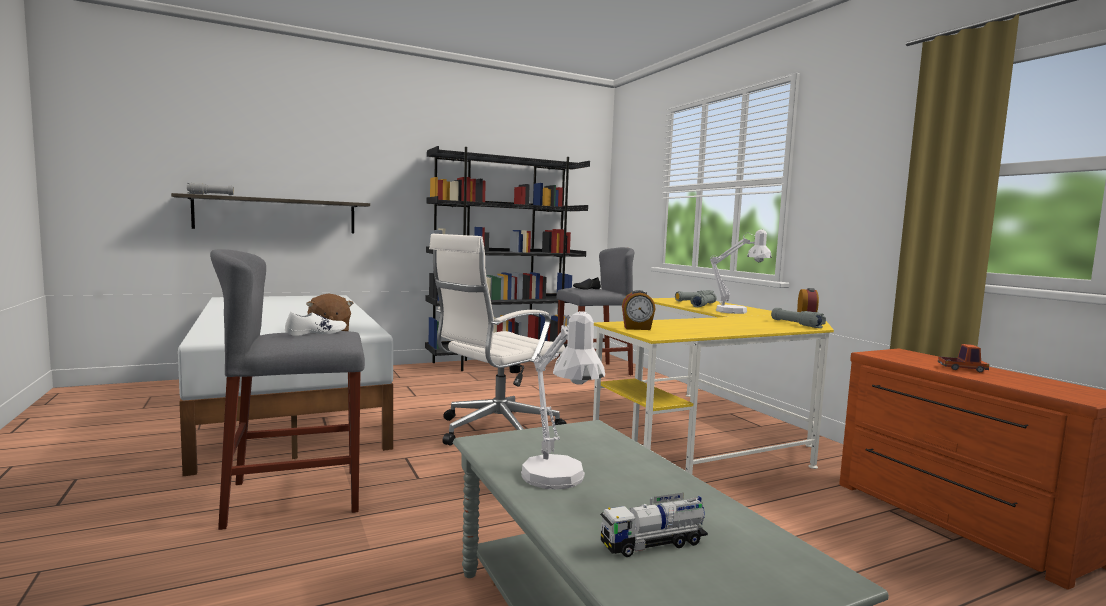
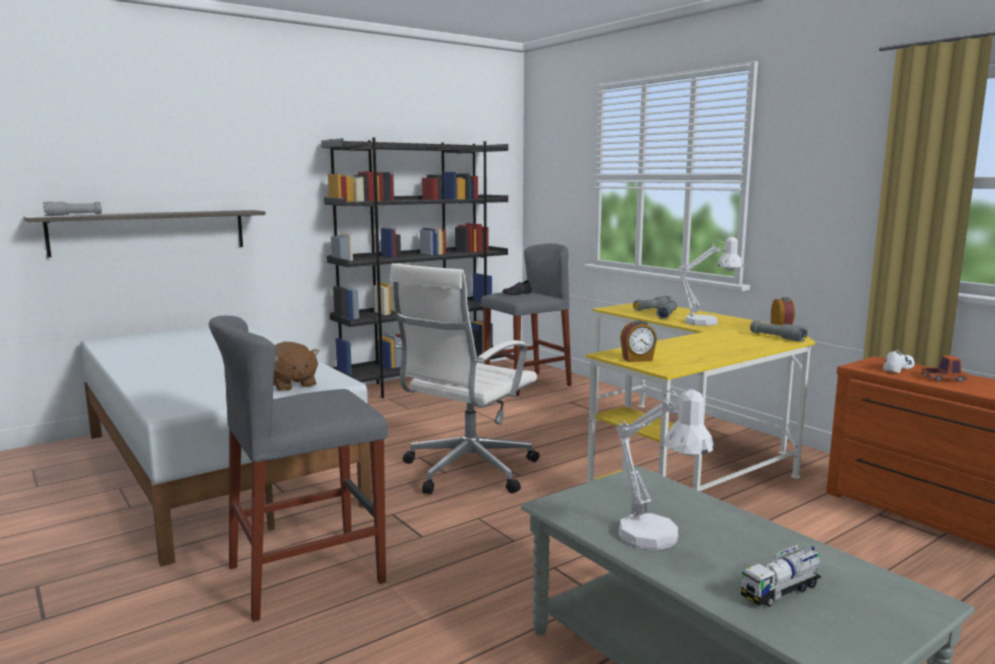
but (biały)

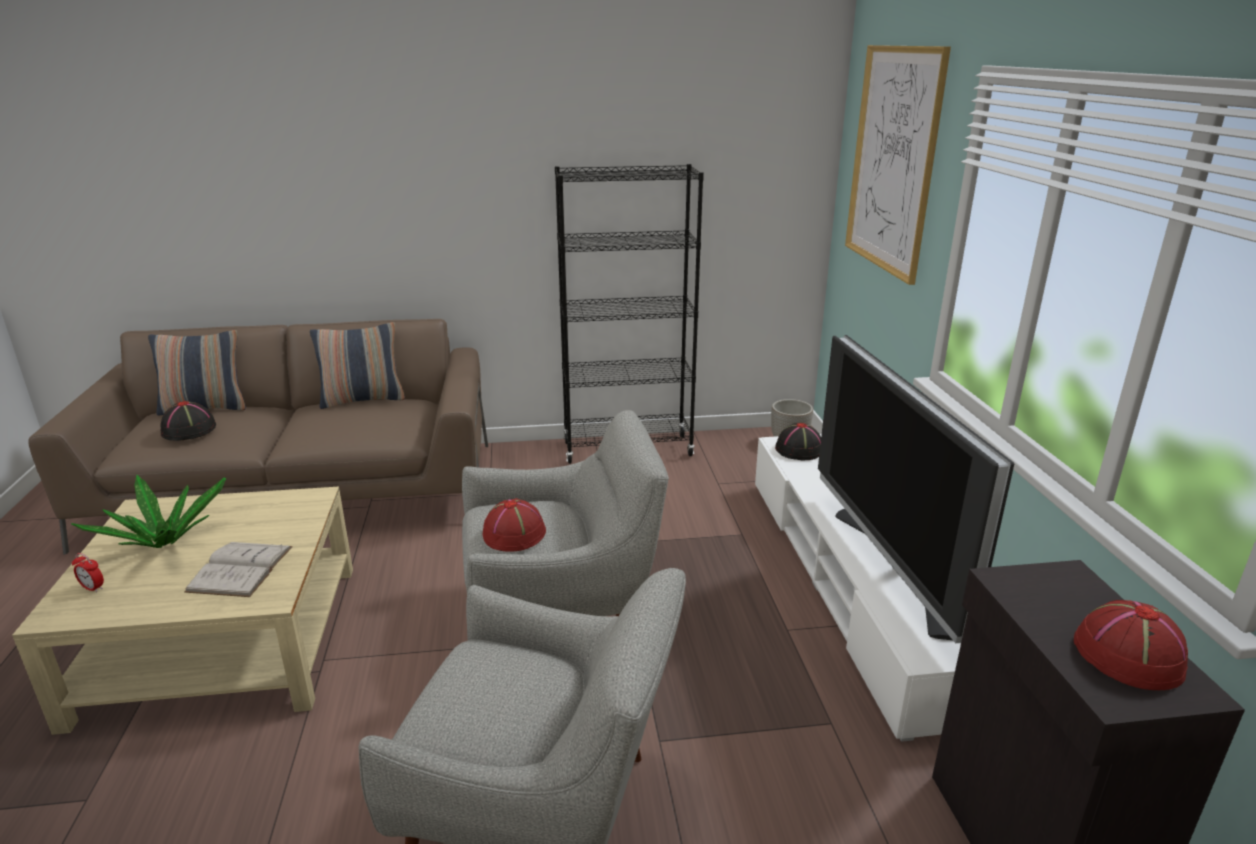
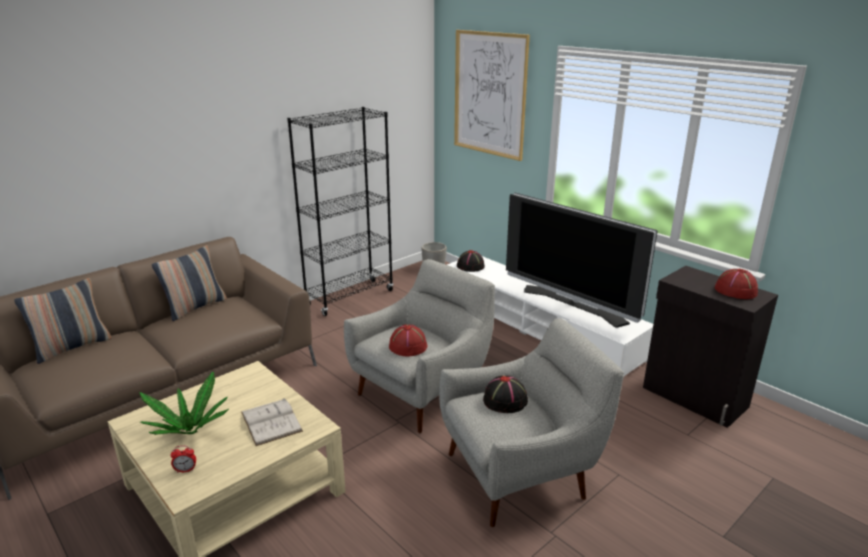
kapelusz (czarny) (no. 2 from left)

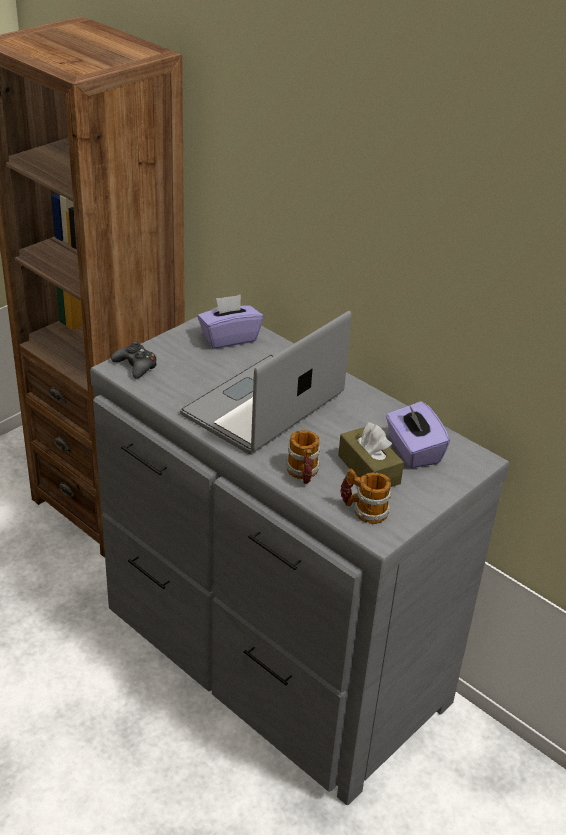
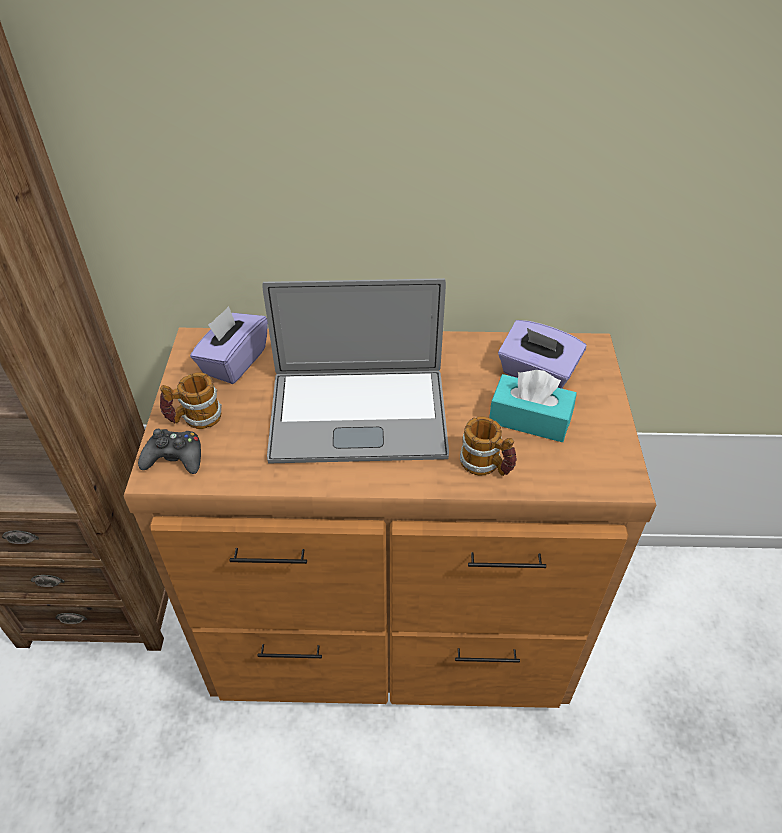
komoda (brązowy)
kubek (no. 1 from left)
laptop
pudełko chusteczek (turkusowy)

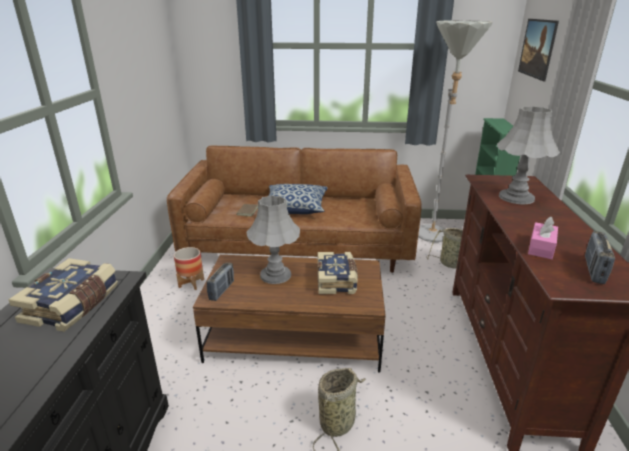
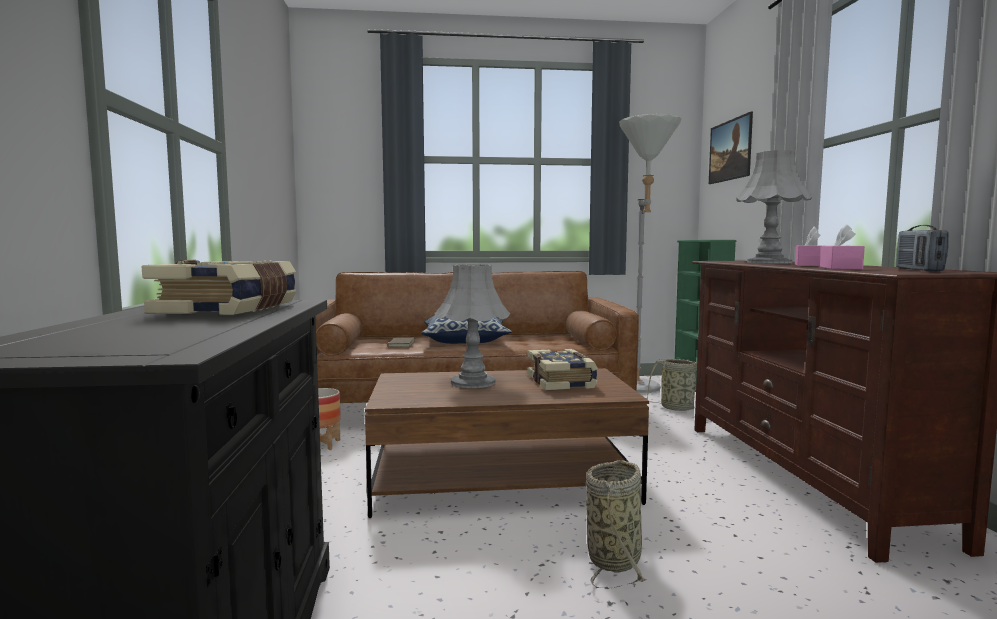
pudełko chusteczek (różowy) (no. 1 from left)
radio (no. 1 from left in the first image)

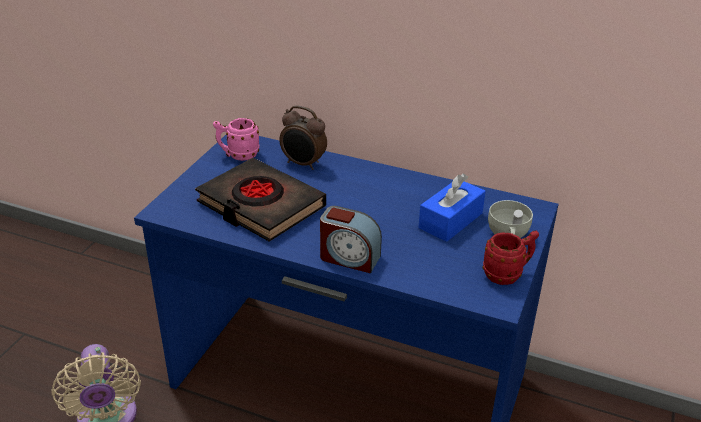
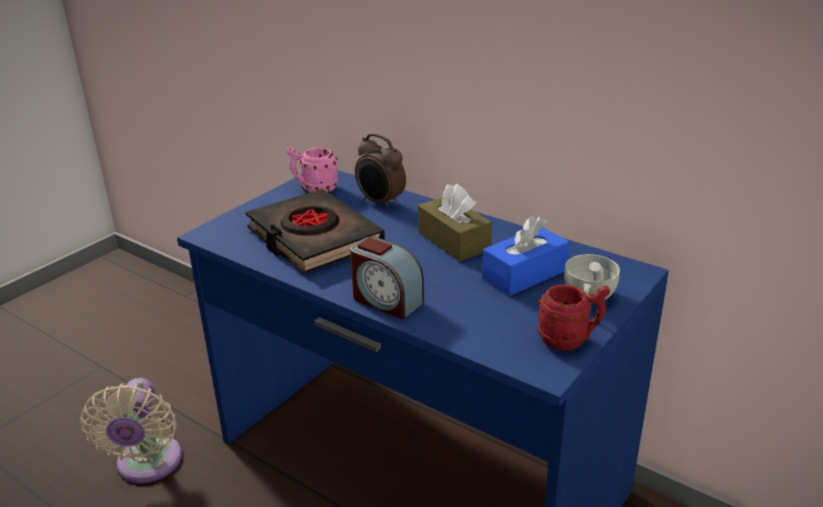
pudełko chusteczek (brązowy)

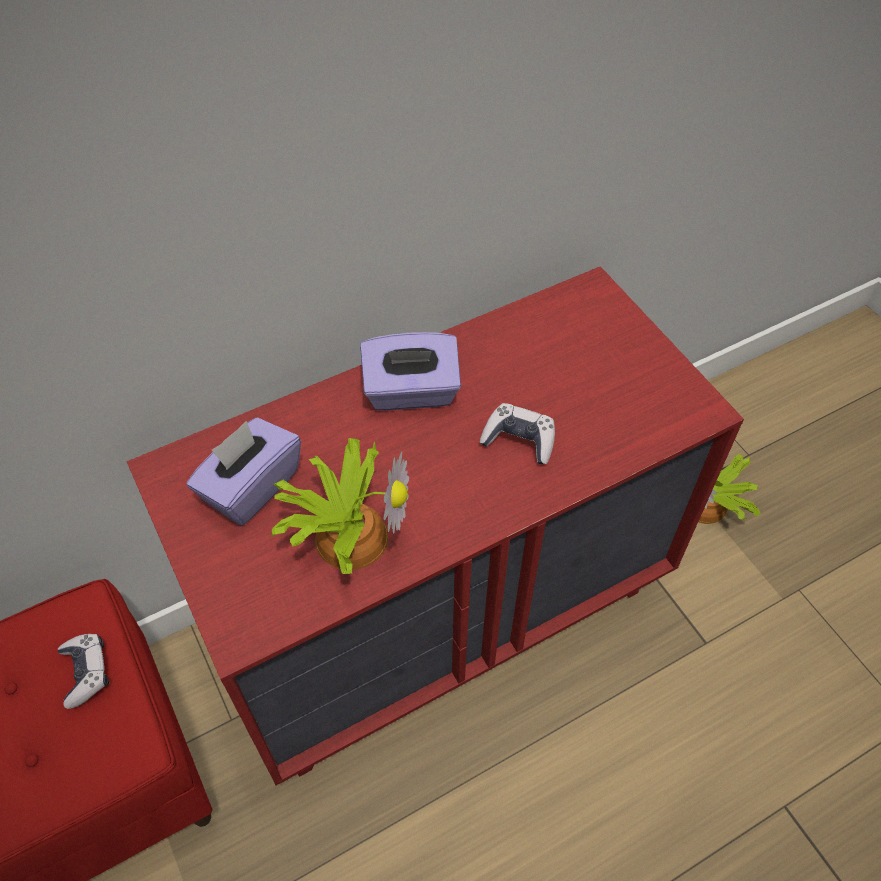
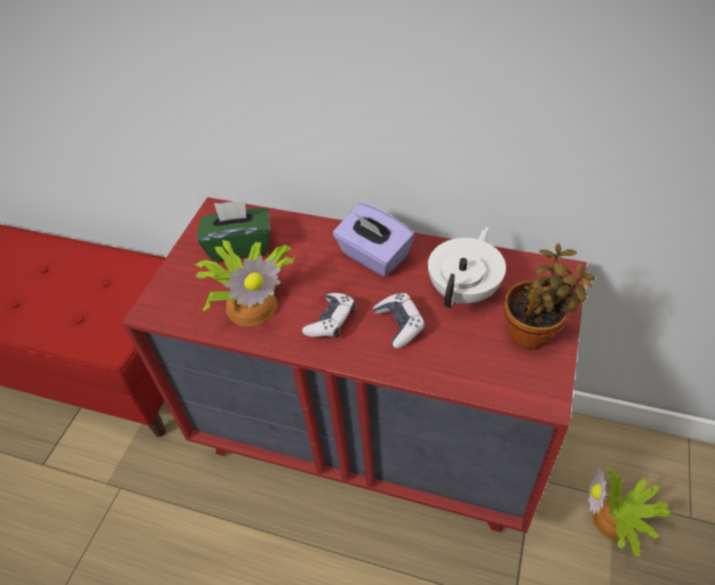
pudełko chusteczek (zielony)
pad do gier (no. 1 from left)
imbryk (biały)
roślina doniczkowa (no. 2 from left)

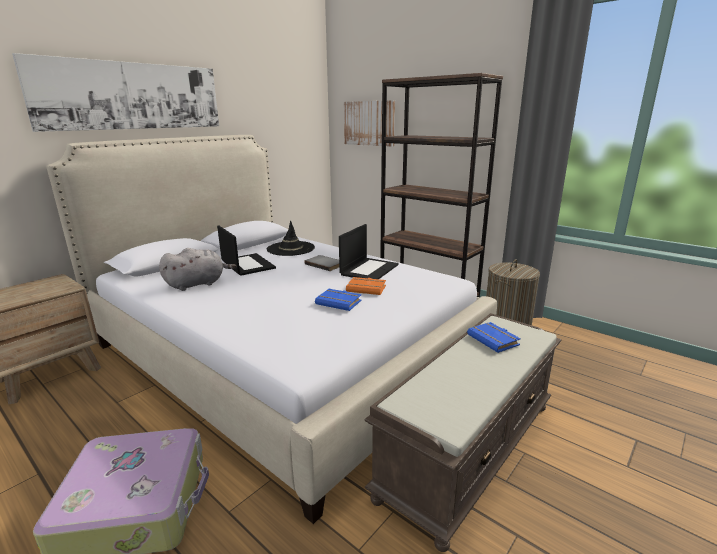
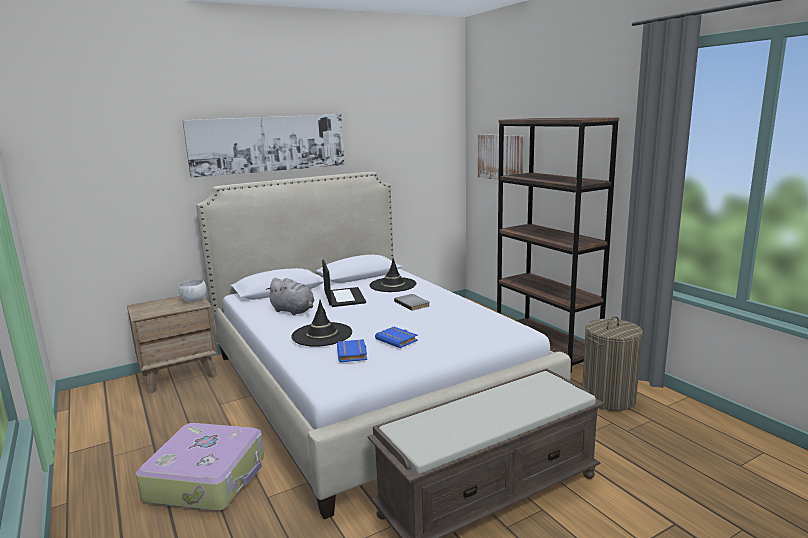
miska (biały)
pluszak (szary)
kapelusz (czarny) (no. 1 from left)
książka (niebieski) (no. 1 from left)
laptop (no. 2 from left in the first image)
książka (pomarańczowy)

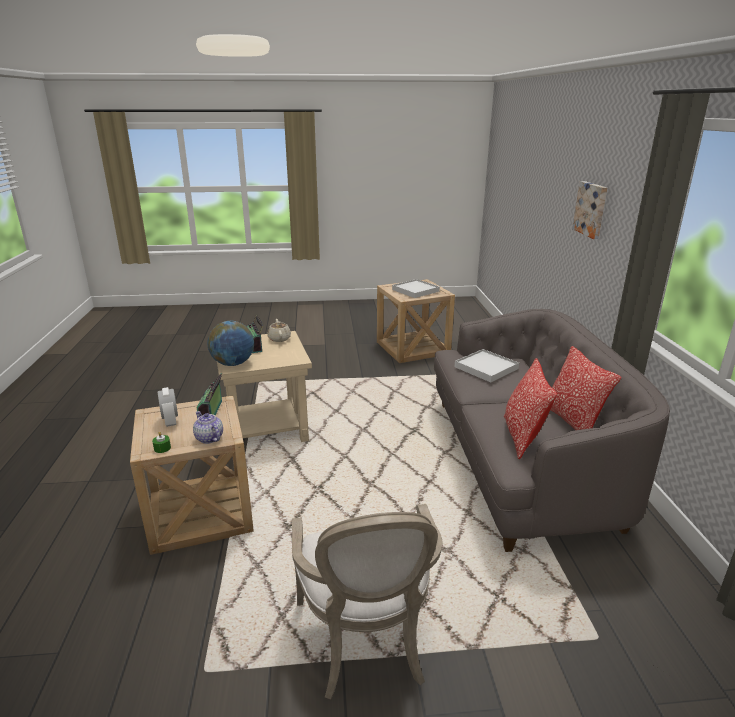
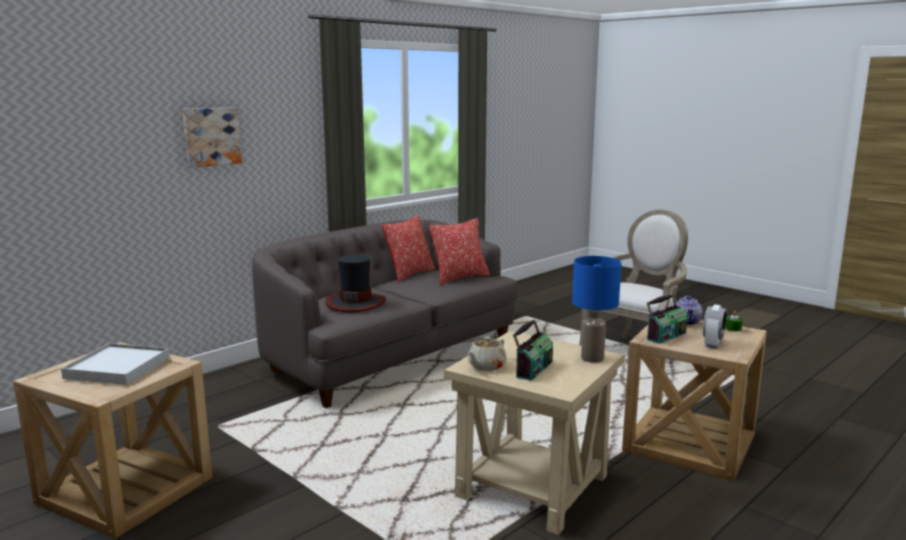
kapelusz
lampa stołowa (niebieski)

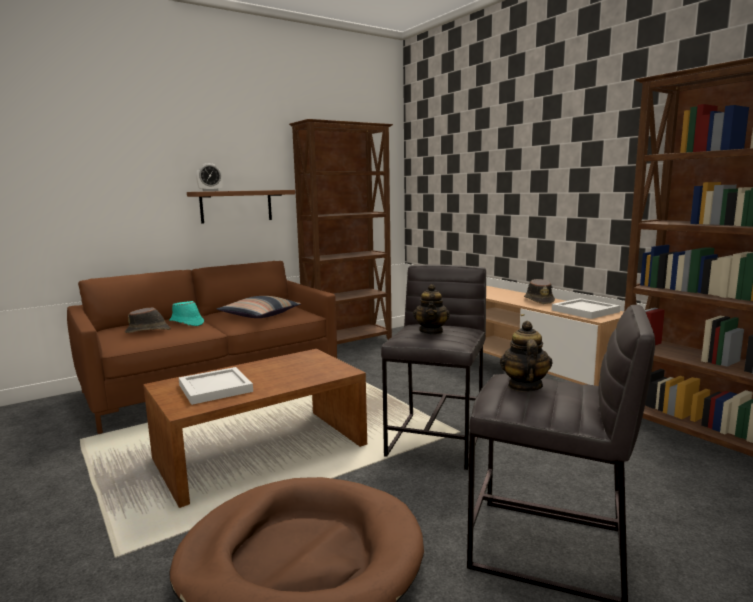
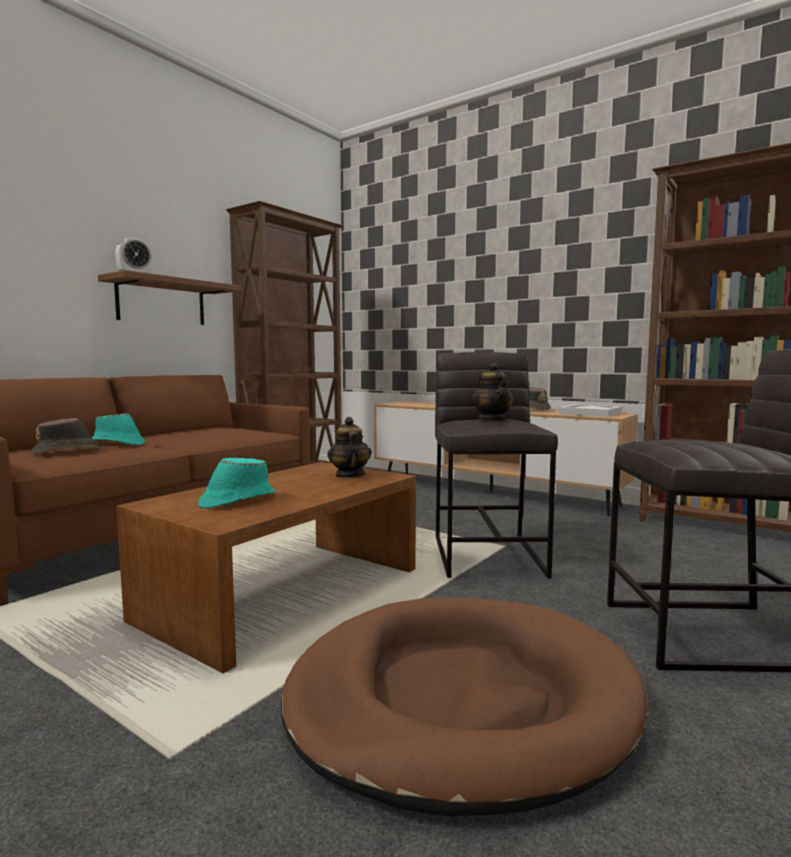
kapelusz (turkusowy) (no. 2 from left)
imbryk (no. 1 from left)
poduszka

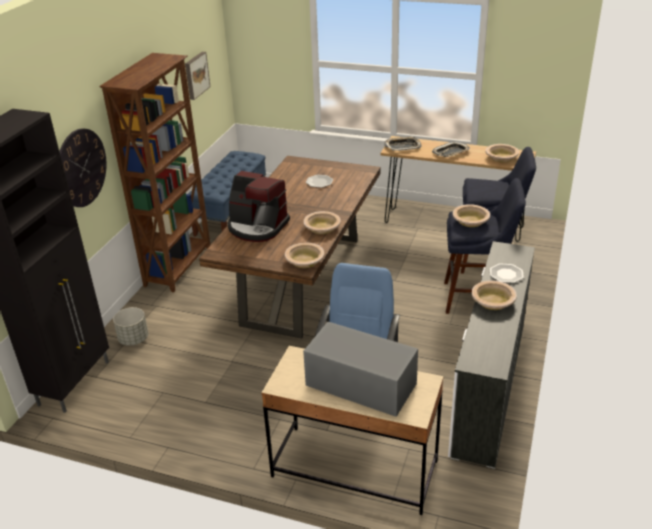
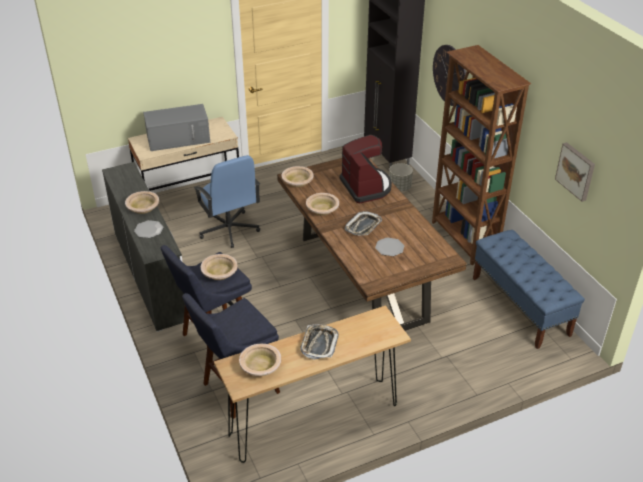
ekspres do kawy
taca (no. 2 from left)

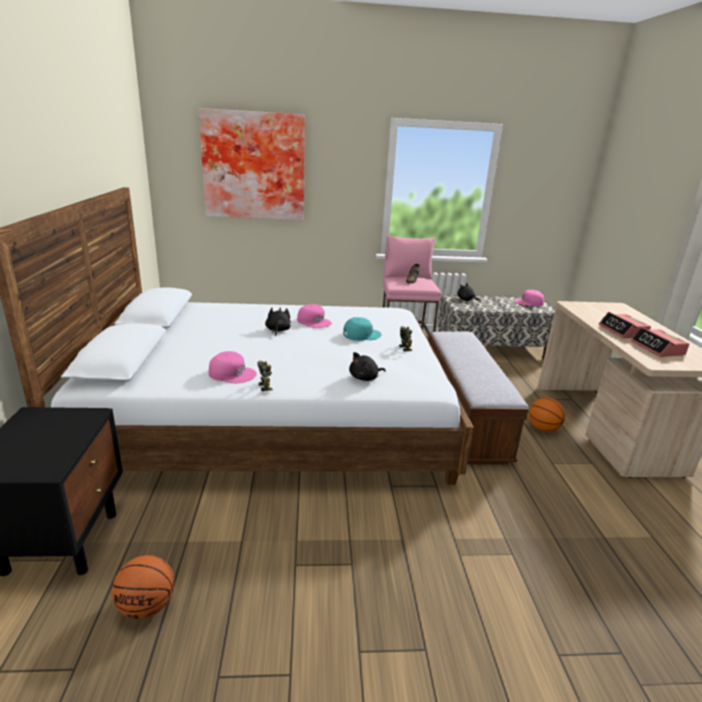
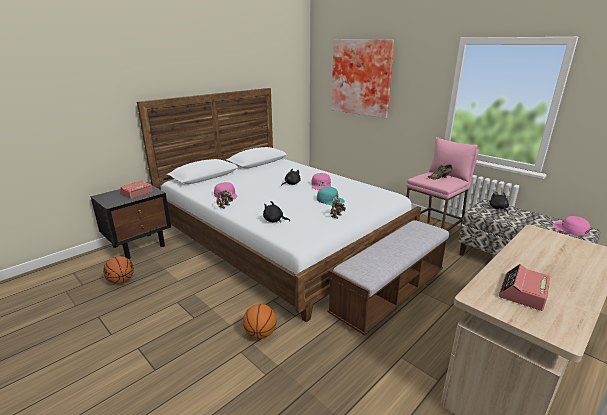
budzik (no. 1 from left)
piłka do koszykówki (no. 2 from left)

